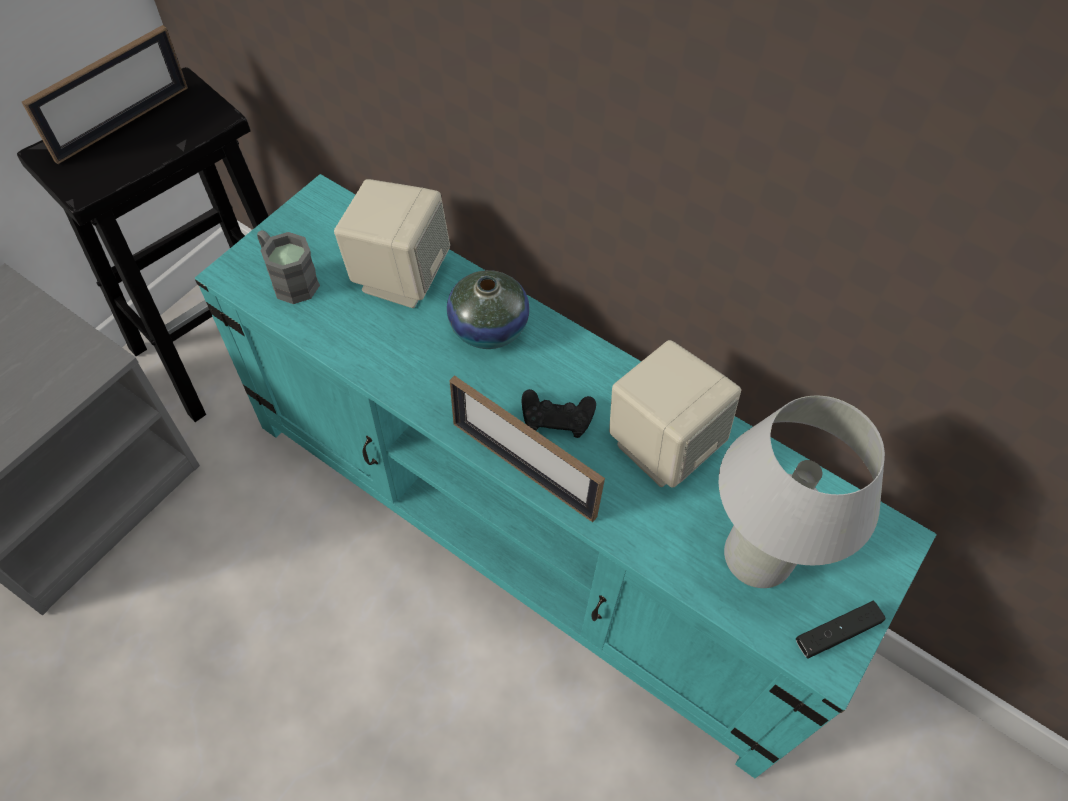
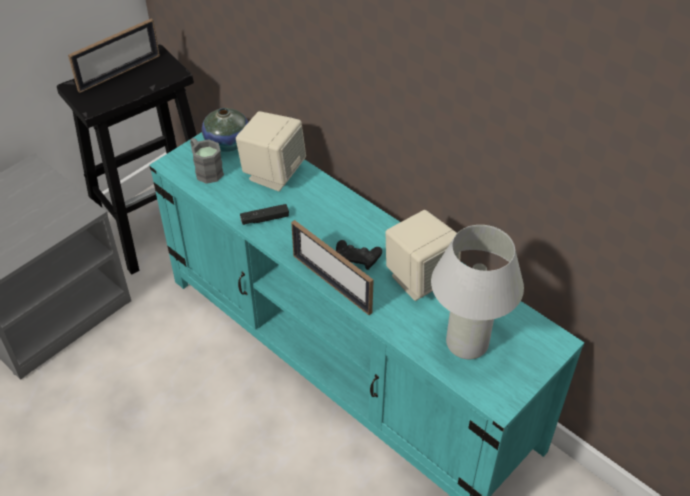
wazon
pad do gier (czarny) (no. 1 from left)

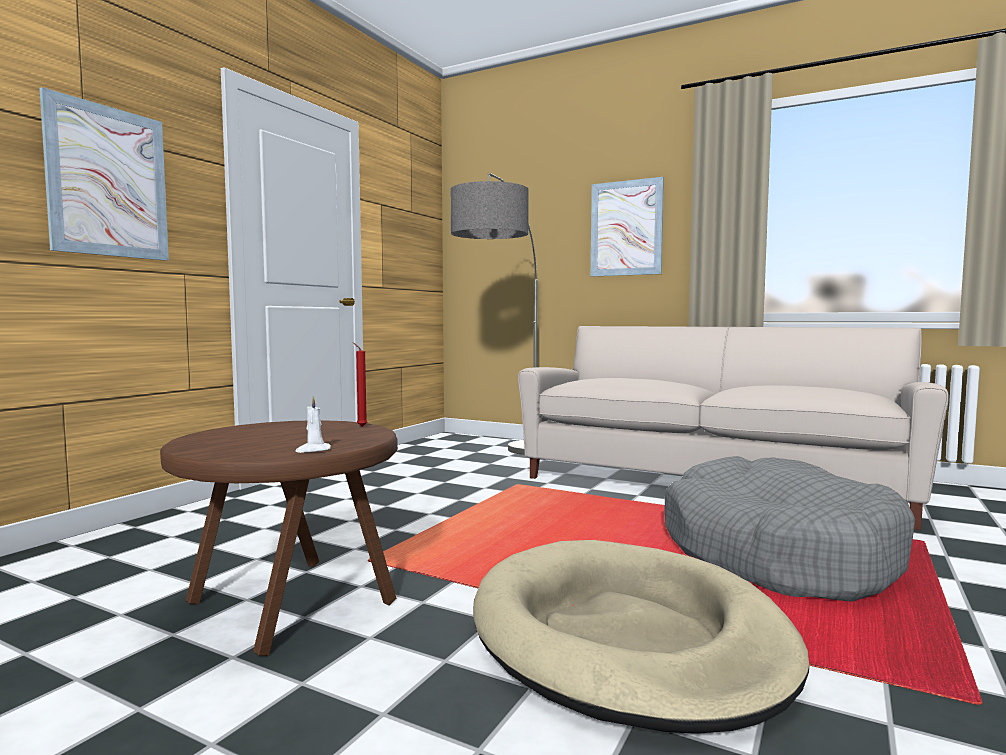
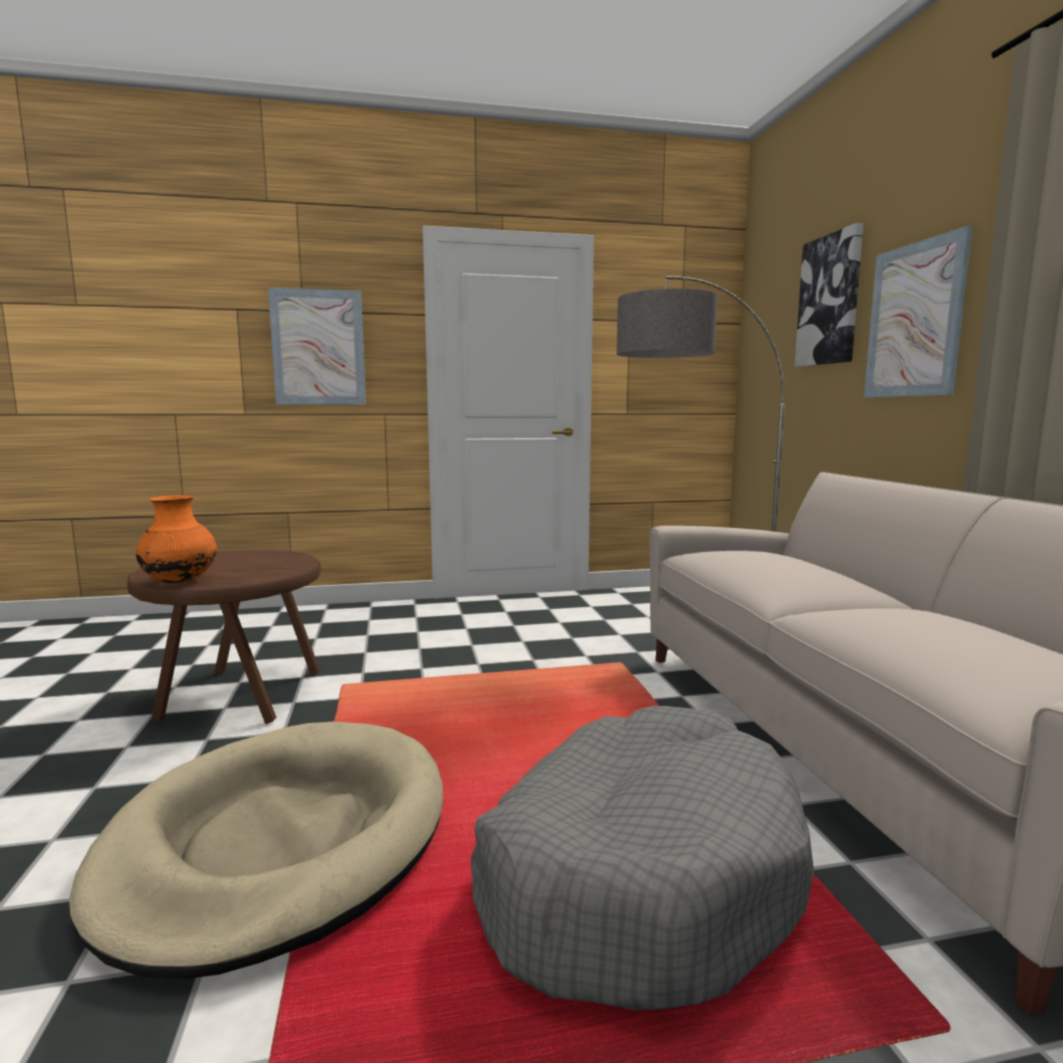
wazon (pomarańczowy)
obraz (no. 2 from left)
świeca (czerwony)

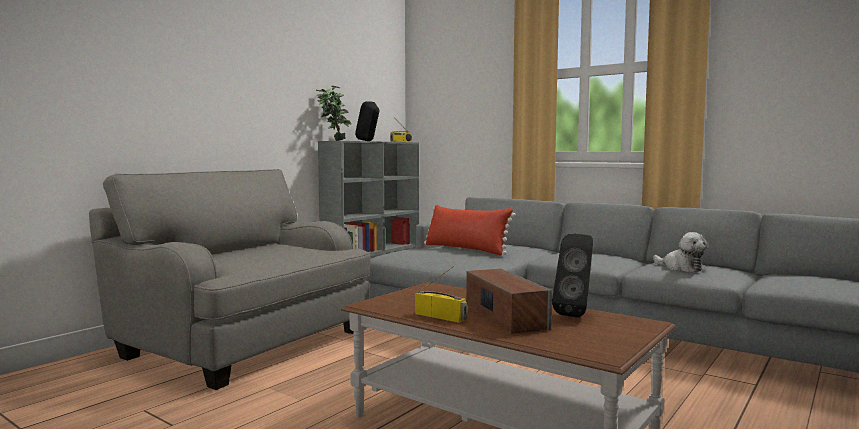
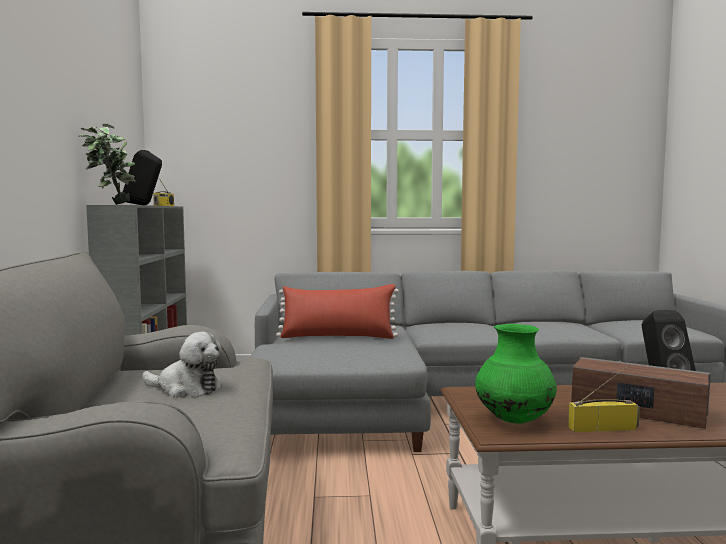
pluszak
wazon (zielony)

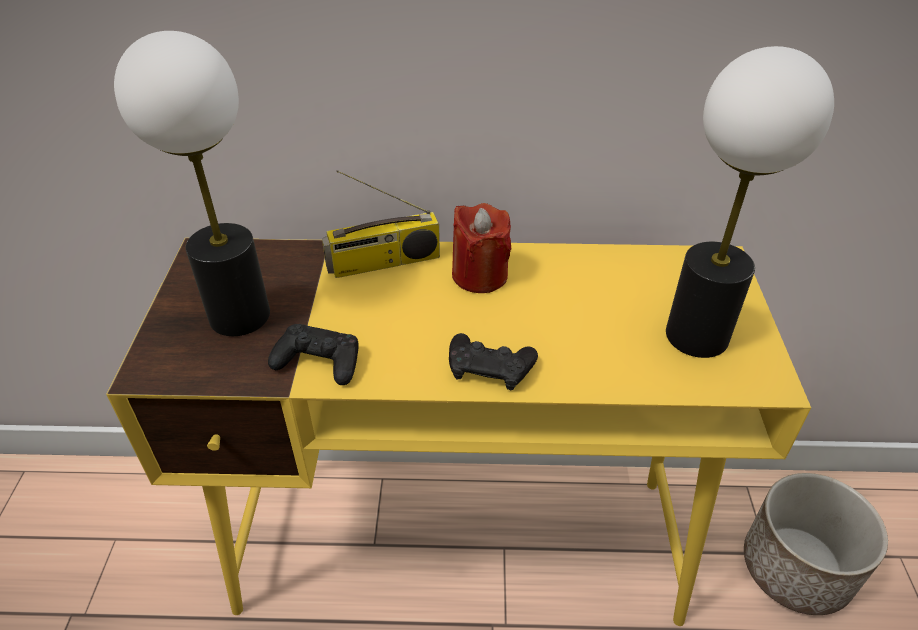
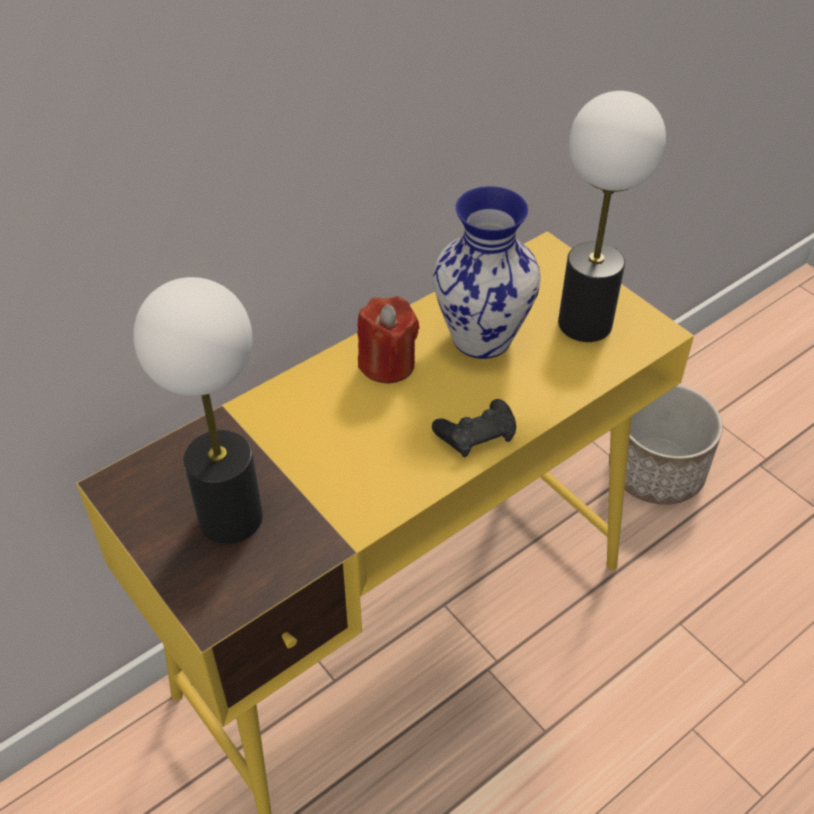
wazon
pad do gier (czarny) (no. 1 from left in the first image)
radio

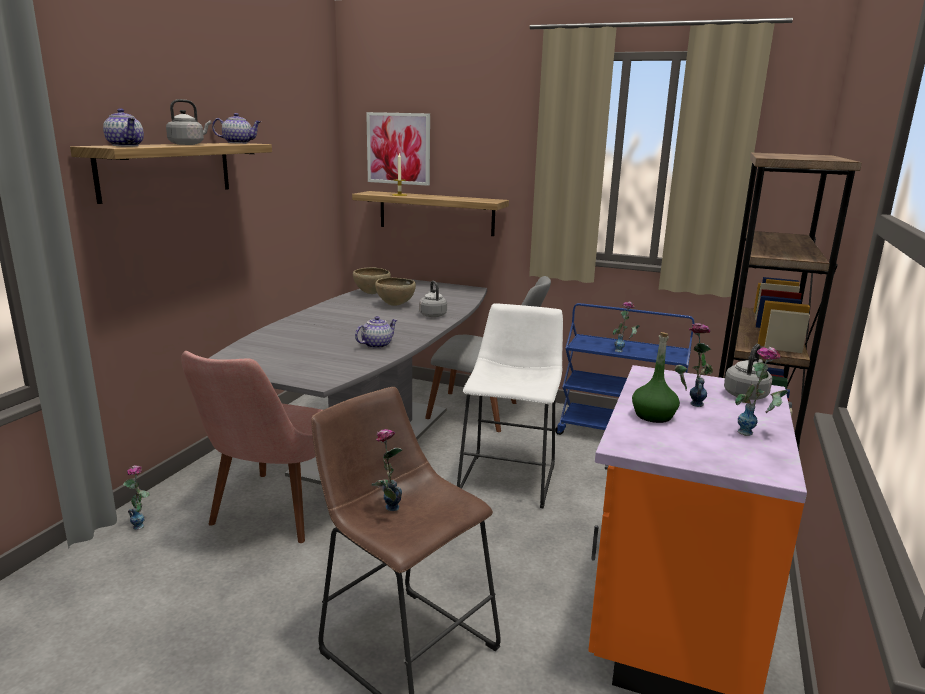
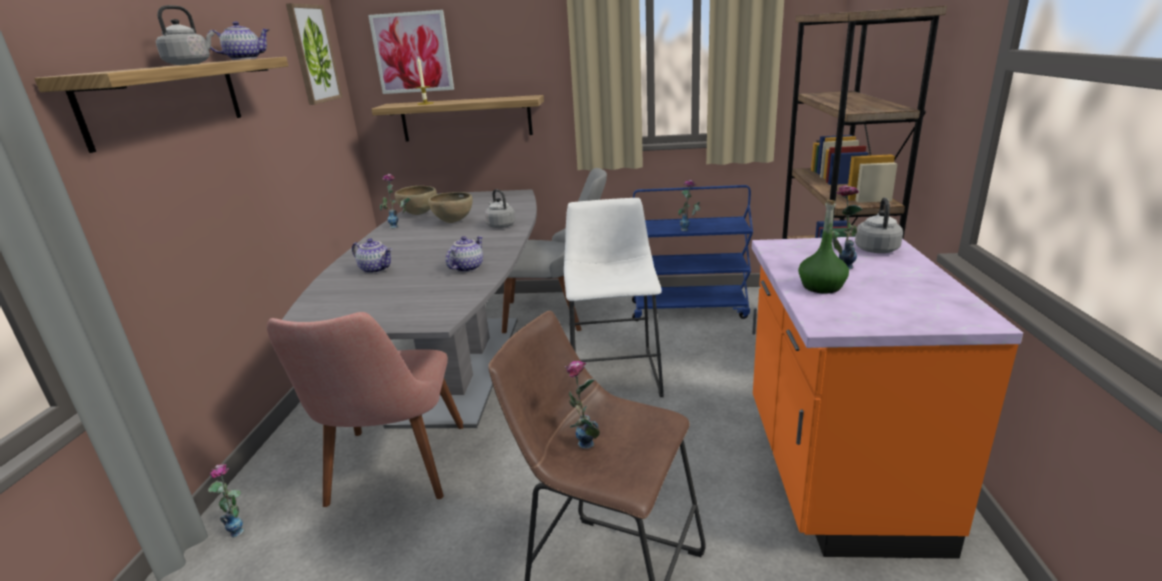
obraz (no. 1 from left)
imbryk (no. 2 from left)
wazon (no. 2 from left)

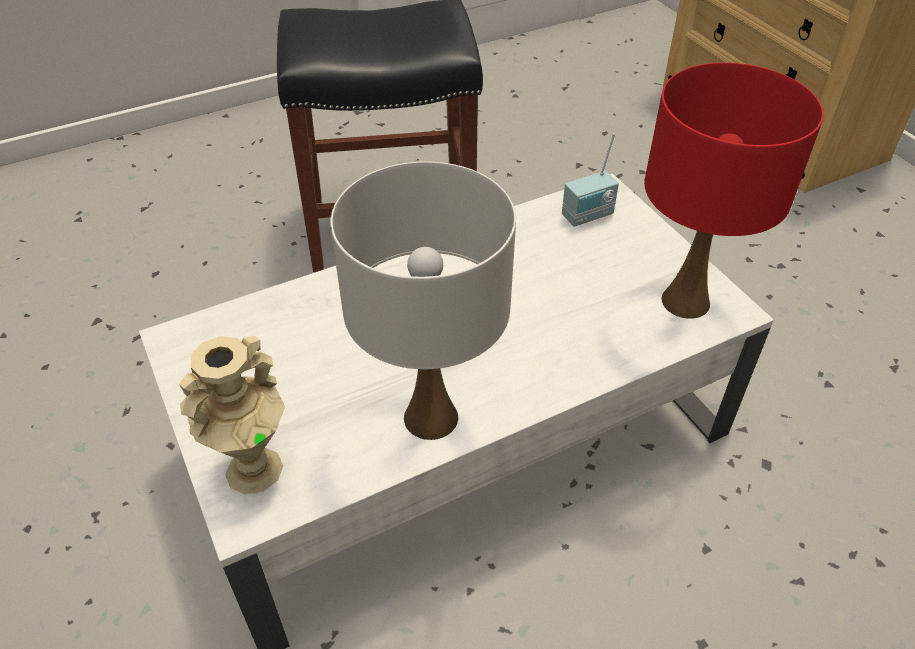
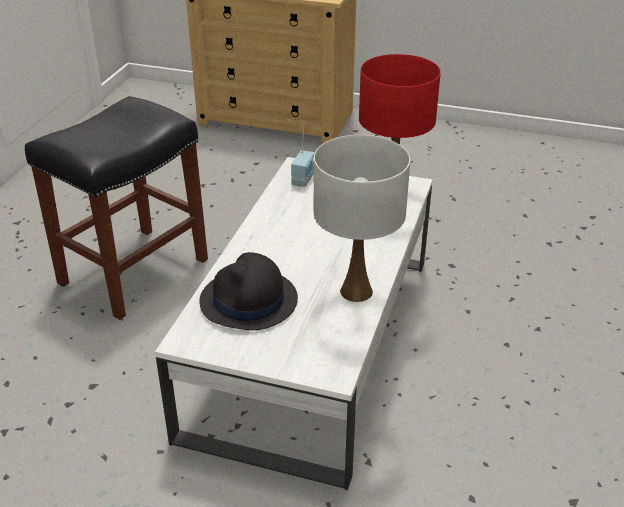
kapelusz (czarny)
wazon (beżowy)

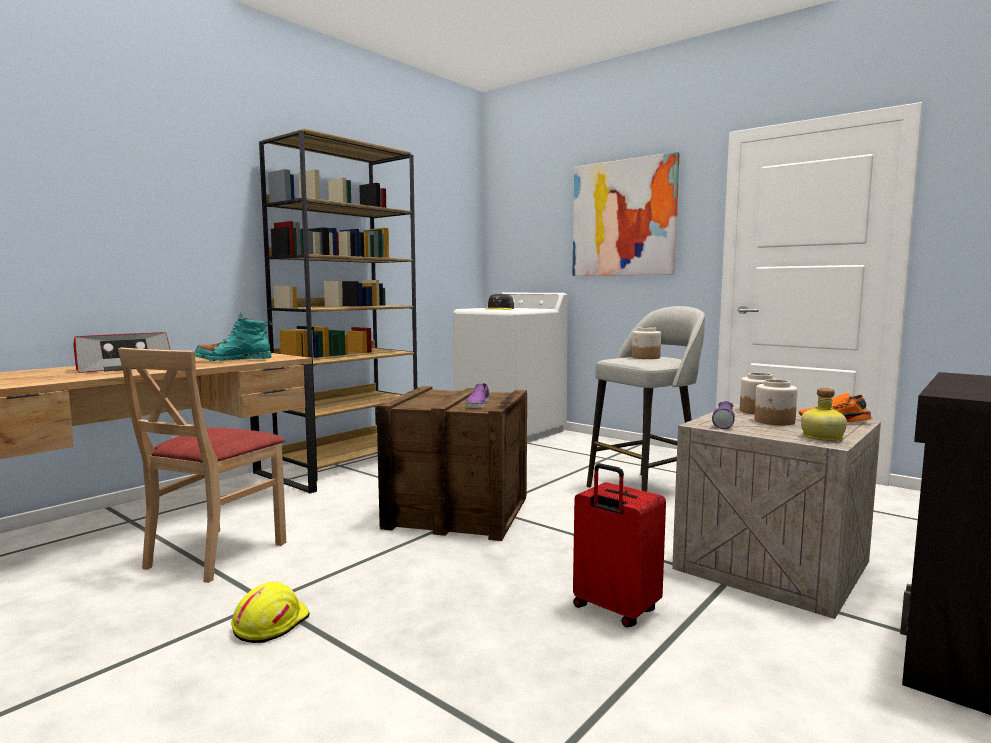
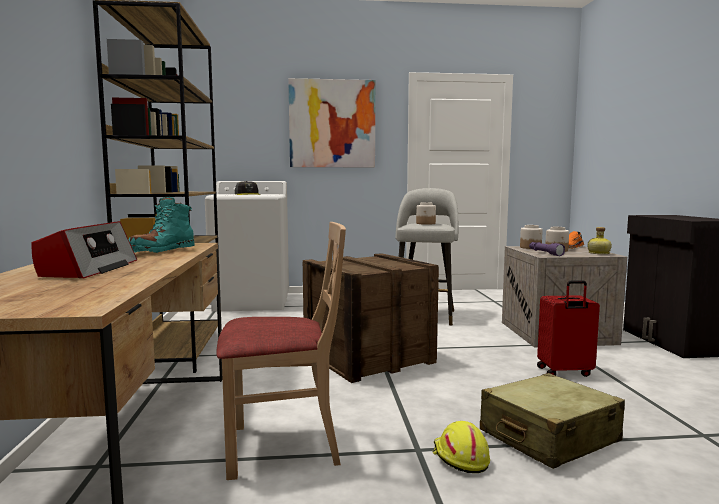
krzesło (beżowy)
walizka (beżowy)
but (fioletowy)

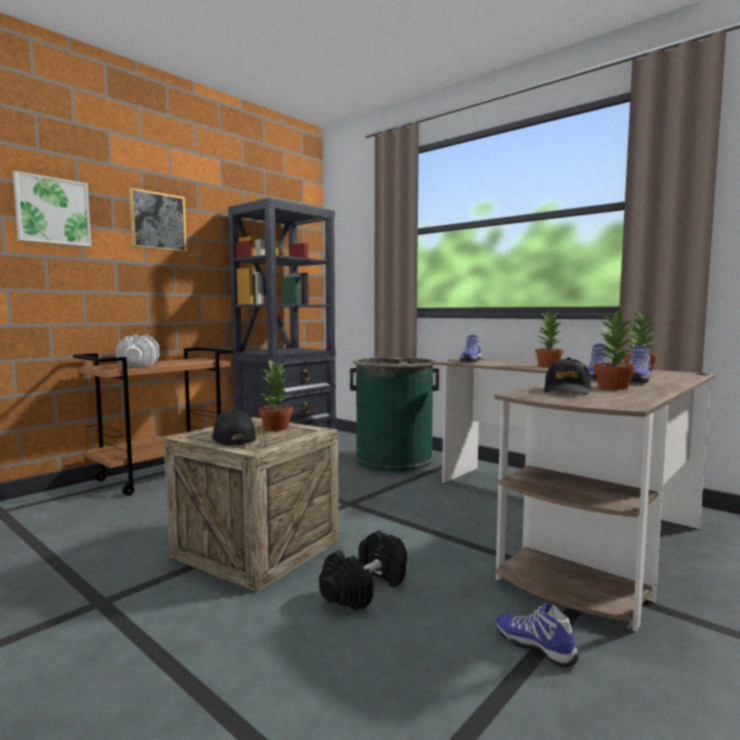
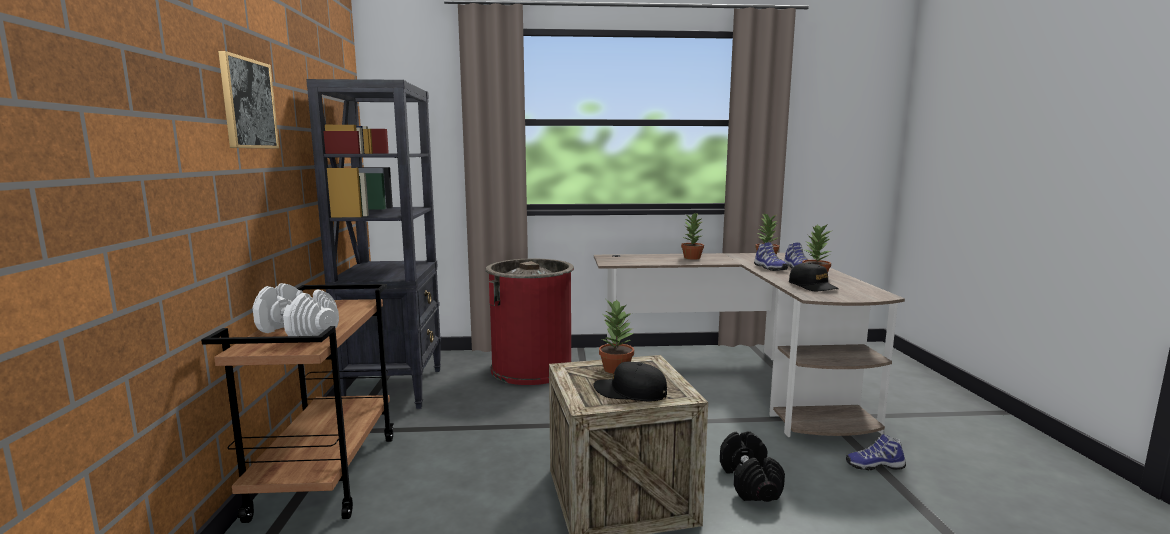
kosz na śmieci (czerwony)
obraz (no. 1 from left in the first image)
but (no. 1 from left in the first image)

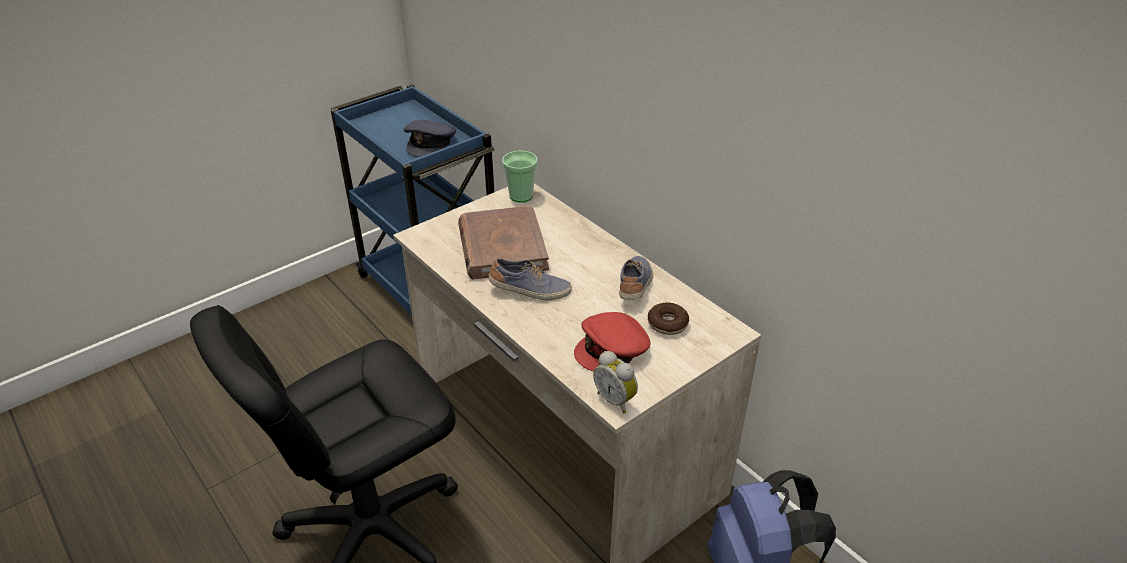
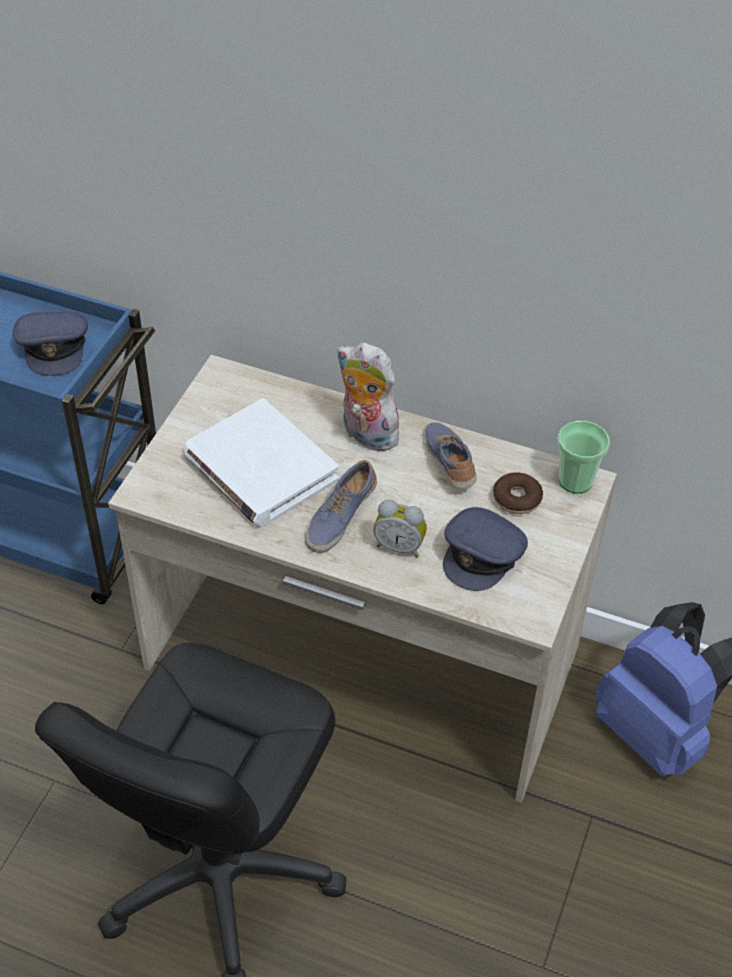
książka (biały)
but (no. 1 from left)
pluszak
budzik
czapka z daszkiem (szary) (no. 2 from left)
filiżanka

